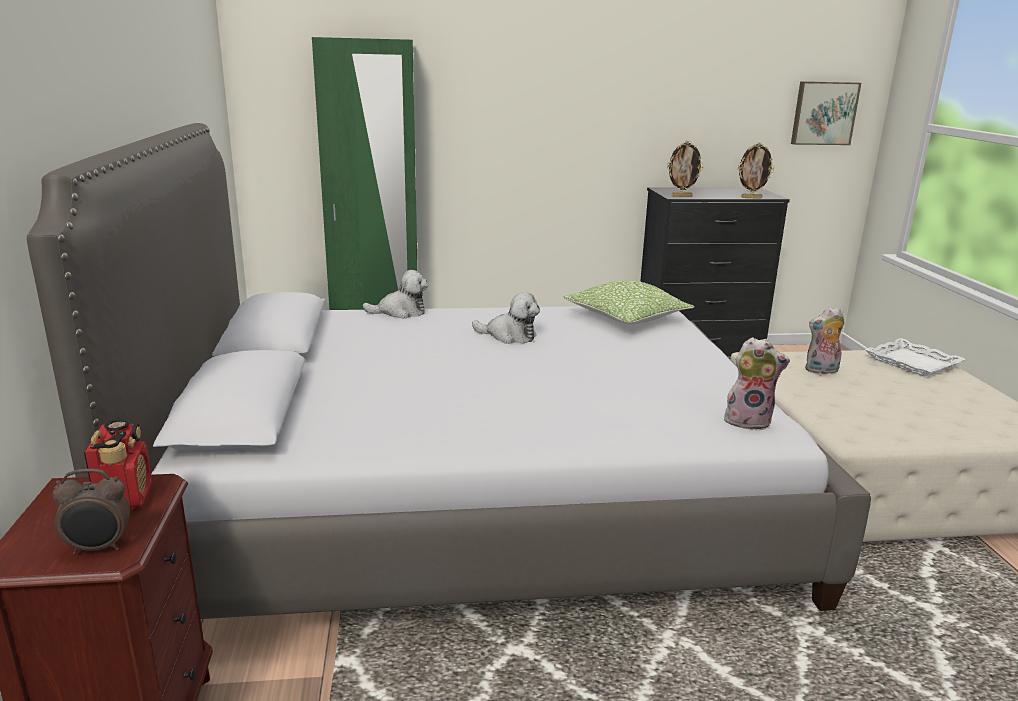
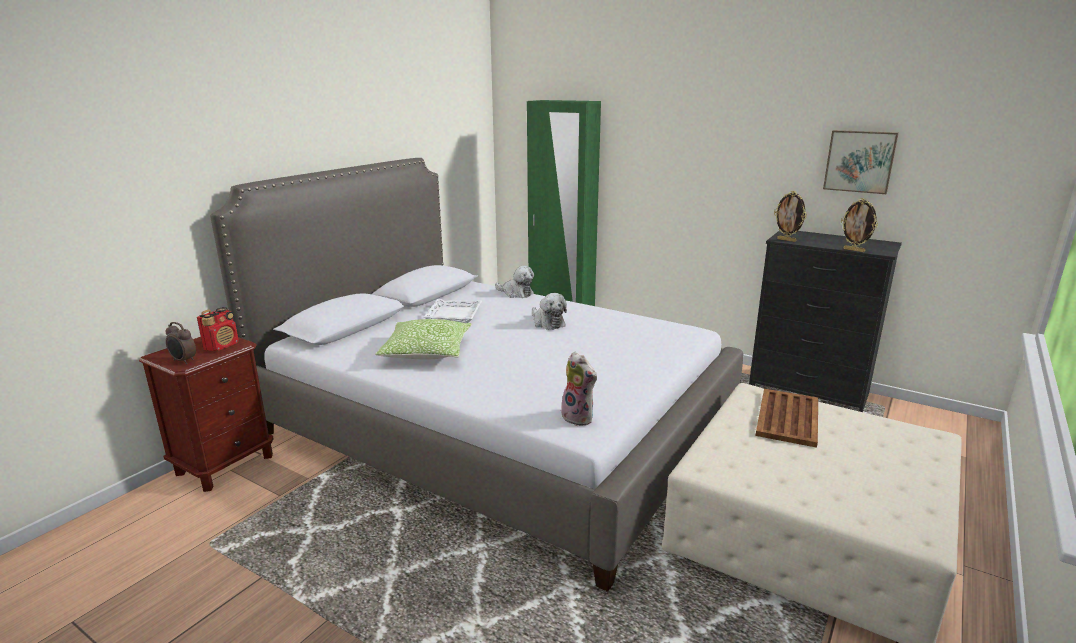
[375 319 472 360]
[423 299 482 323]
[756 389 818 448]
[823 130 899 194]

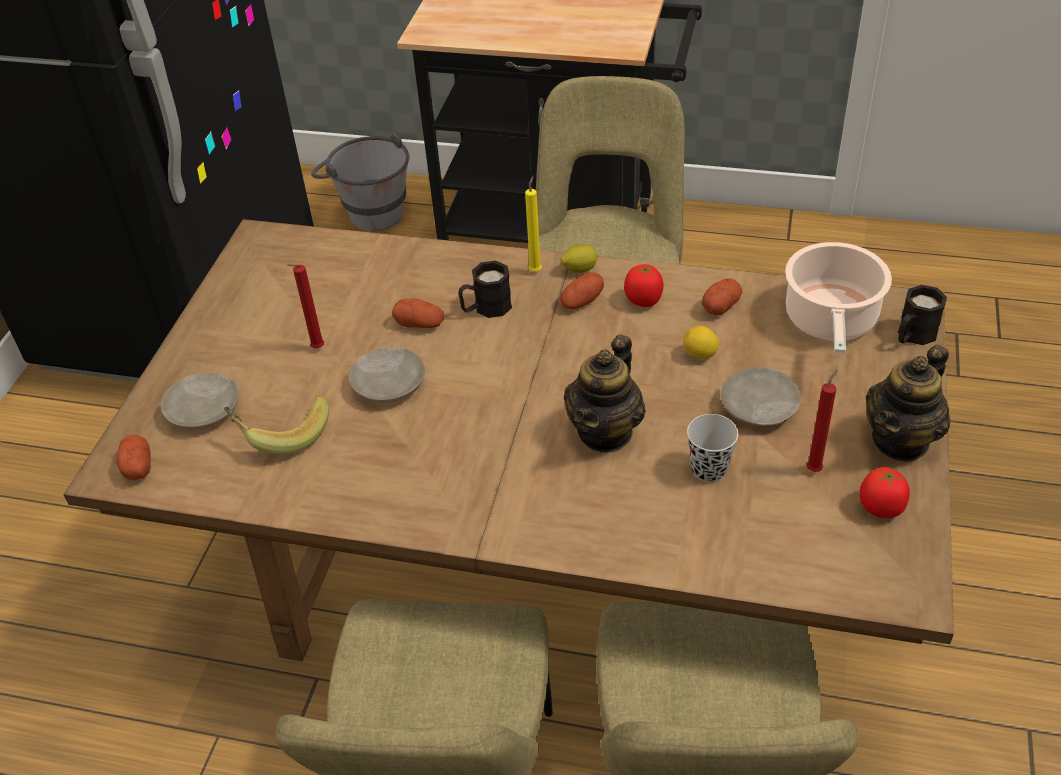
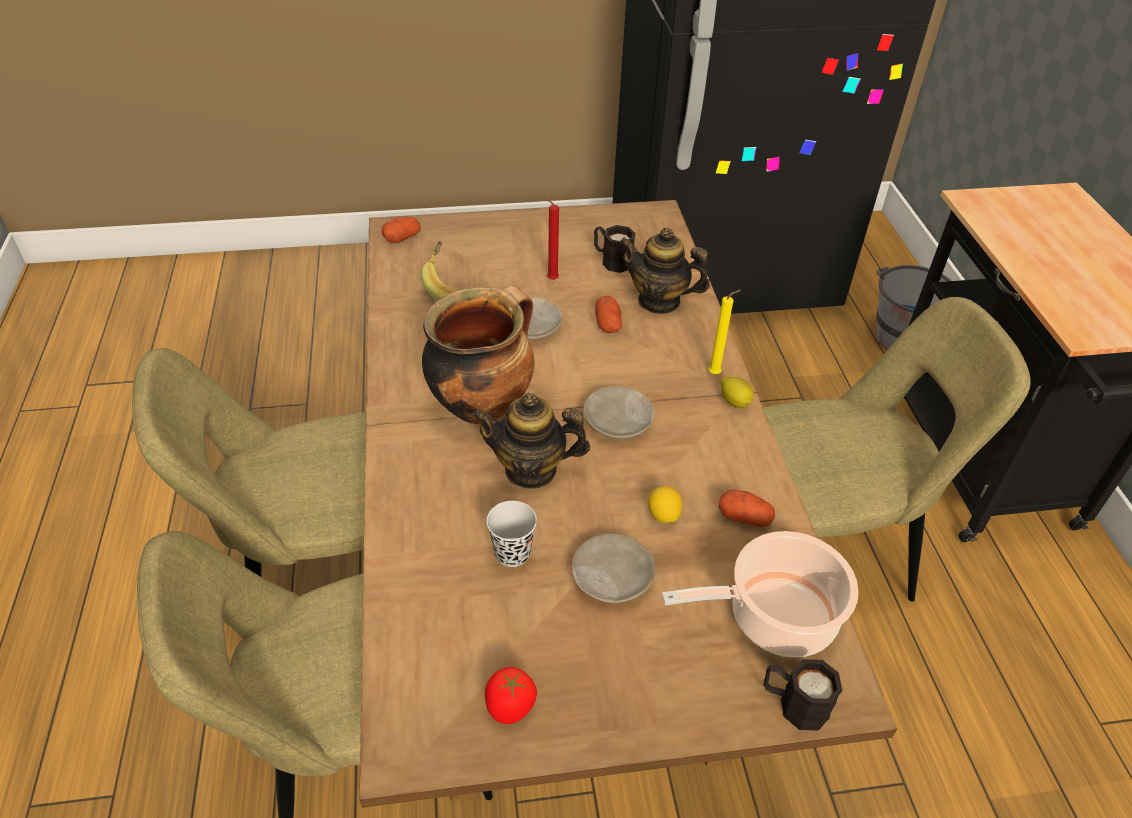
[422 286 534 424]
[583 386 655 439]
[594 225 636 273]
[619 228 710 314]
[559 272 604 309] (first image)
[624 264 664 307] (first image)
[807 369 838 472] (first image)

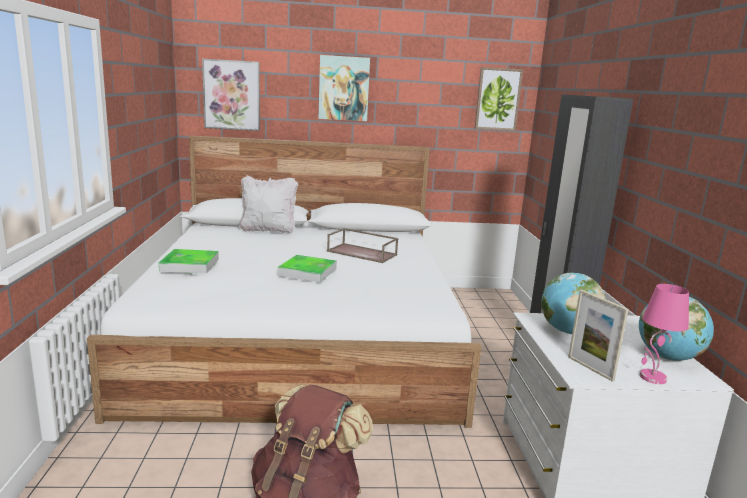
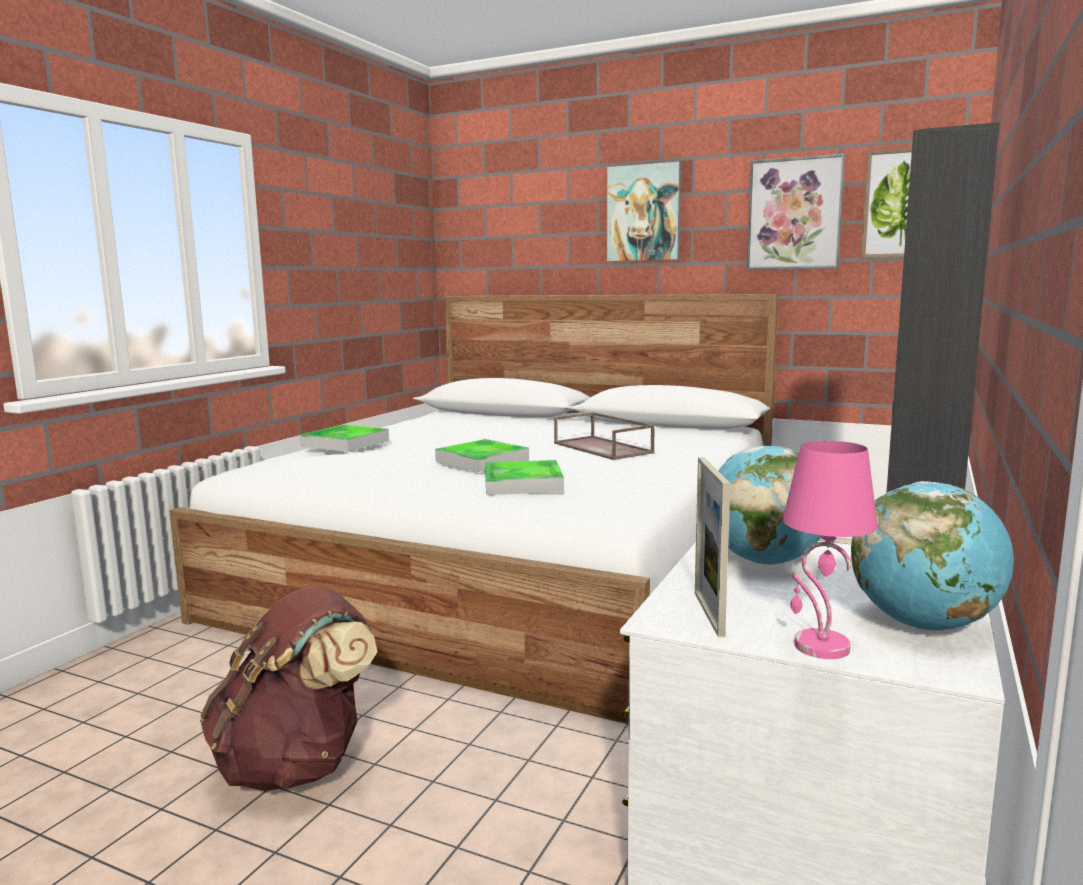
[485 460 564 495]
[747 154 845 270]
[239 175 298 234] (first image)

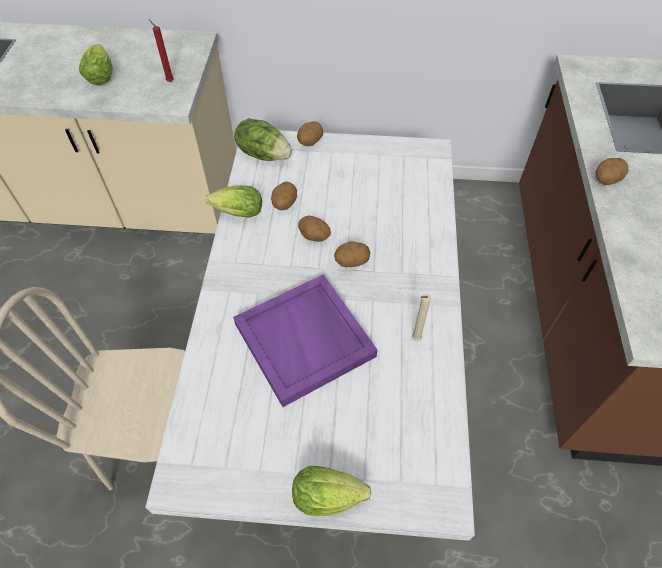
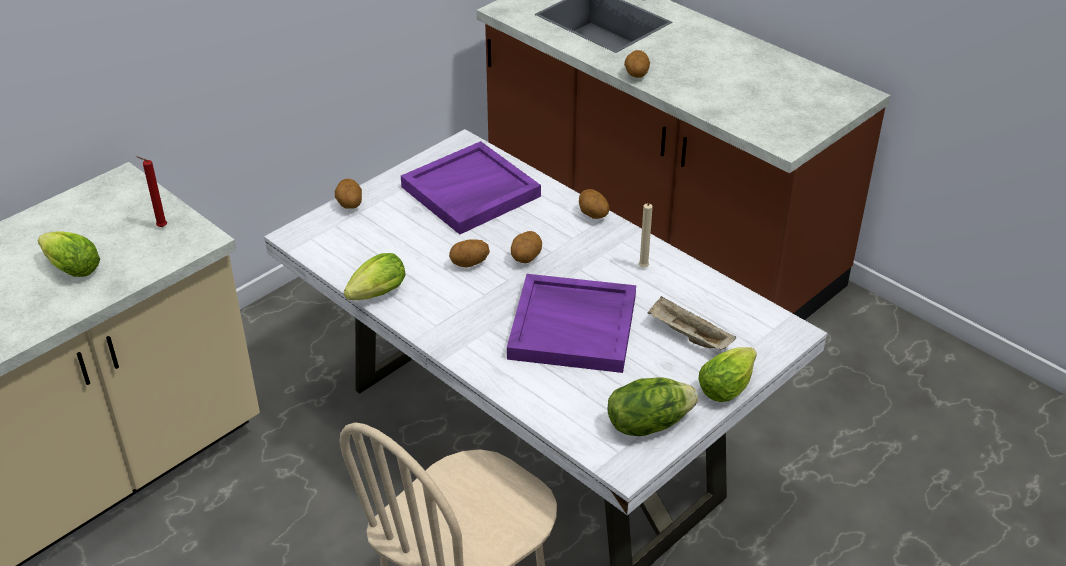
[401 141 541 235]
[579 189 609 219]
[607 378 698 436]
[648 296 736 350]

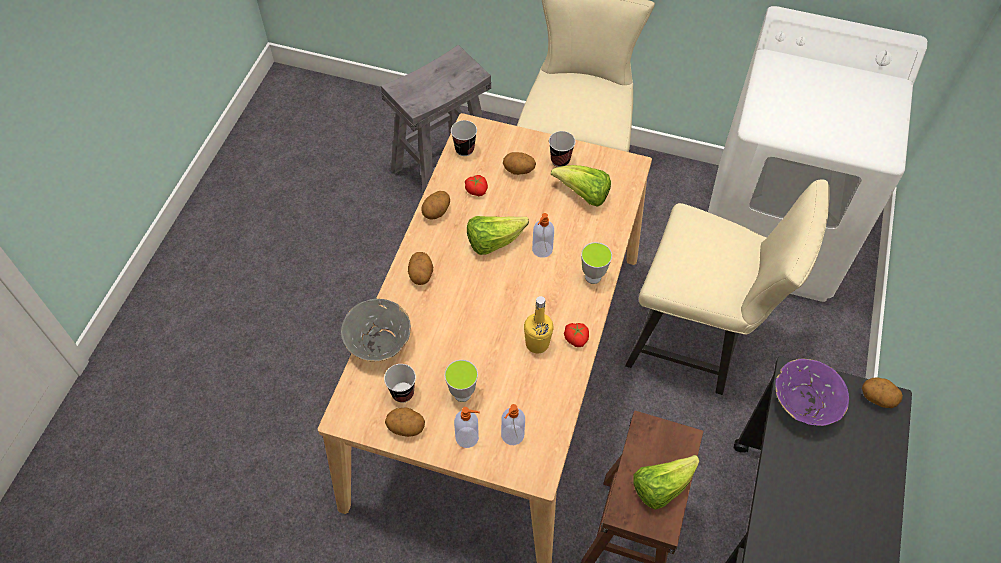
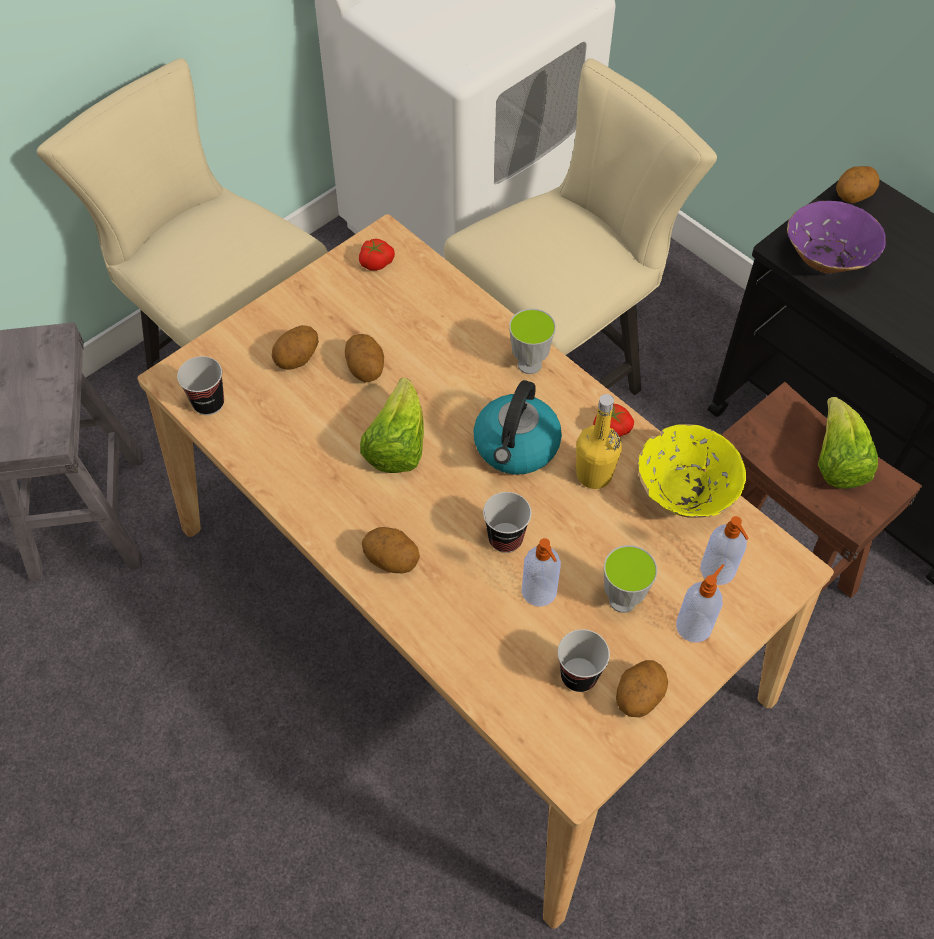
[345 334 384 382]
[359 239 395 271]
[473 380 562 475]
[483 492 531 553]
[521 538 561 607]
[638 424 746 518]
[341 299 411 362] (first image)
[551 165 611 207] (first image)

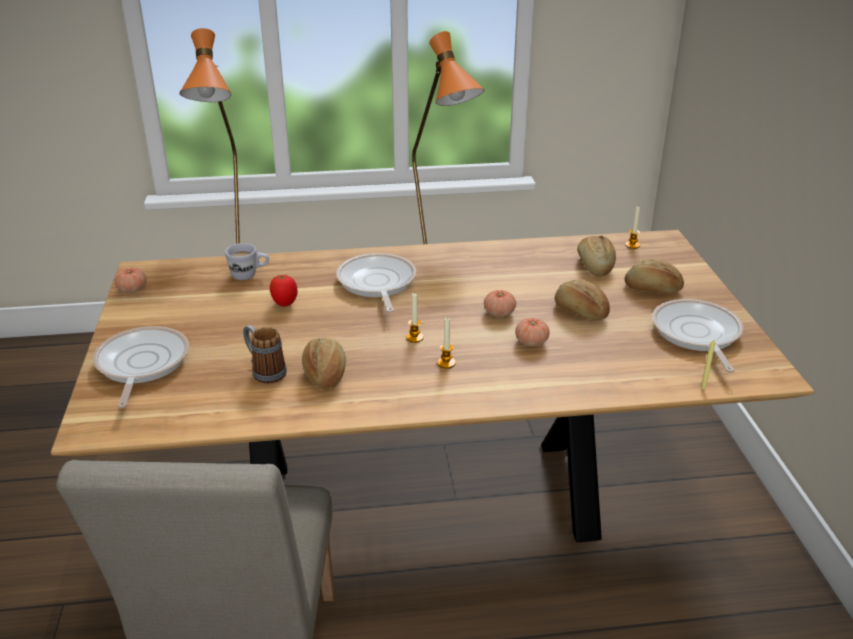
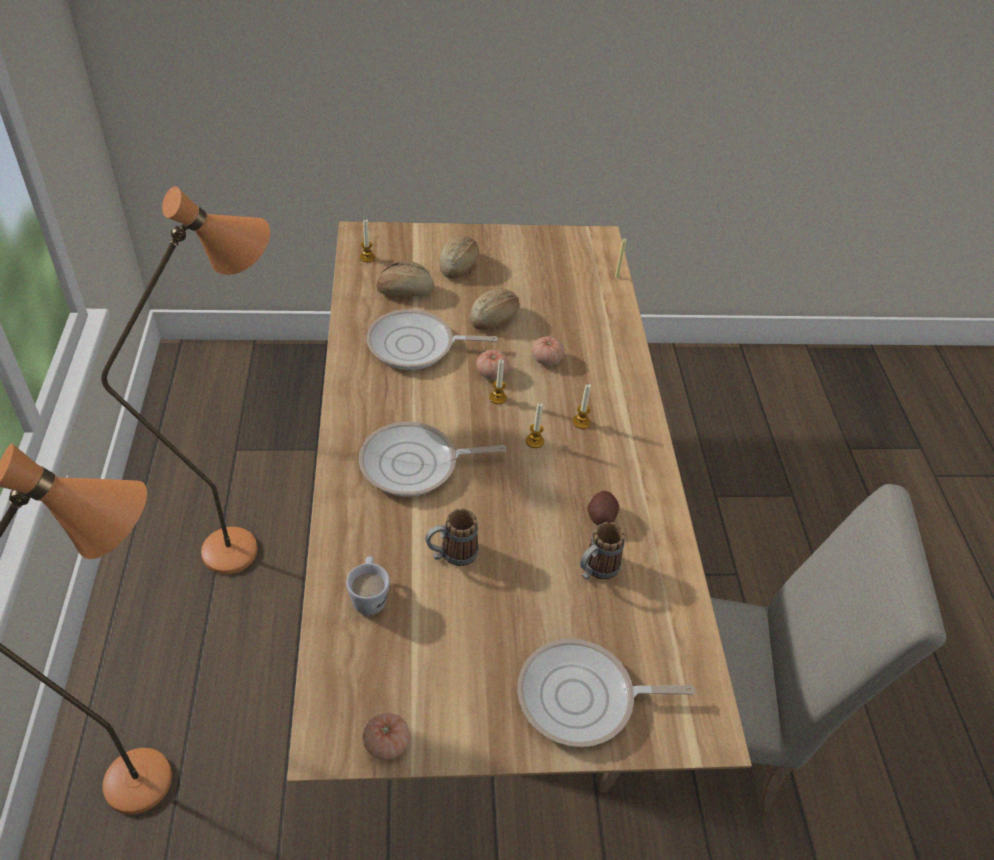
[367 309 498 370]
[425 508 479 566]
[489 359 507 404]
[588 491 619 525]

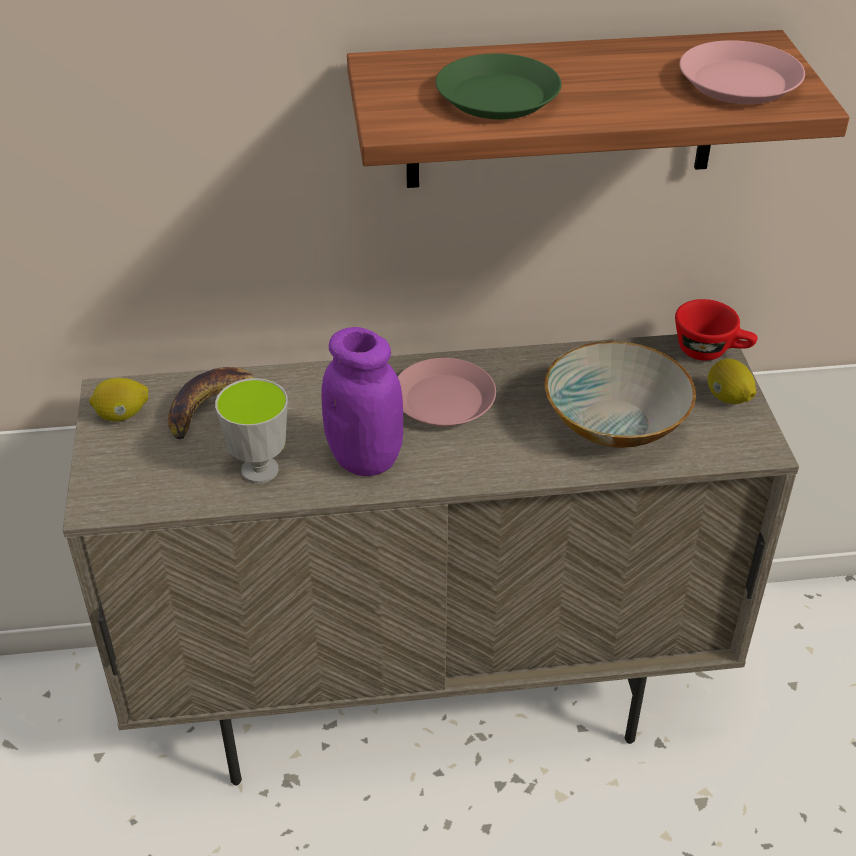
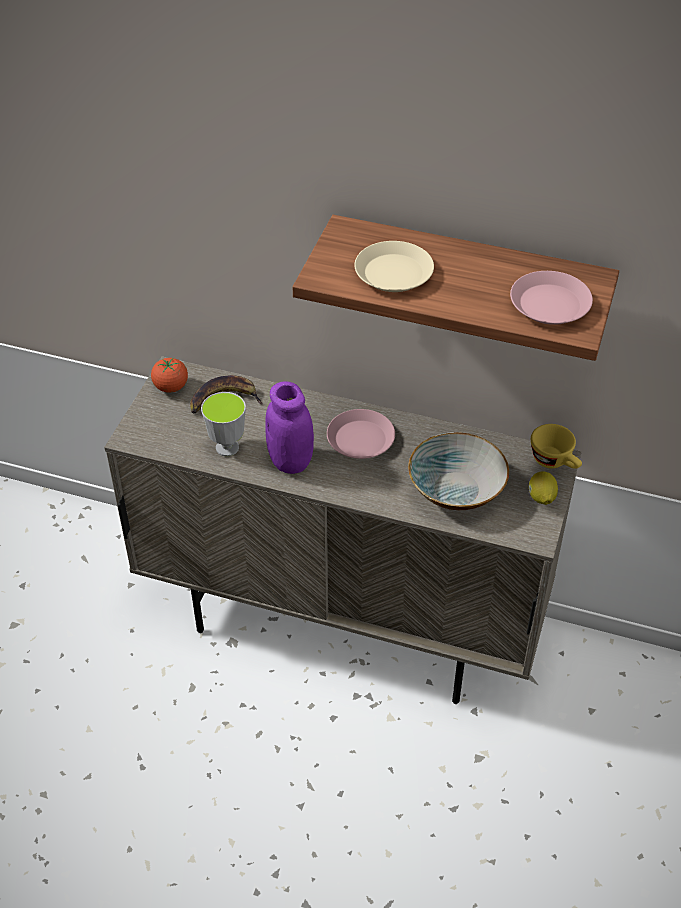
[151 358 188 393]
[354 241 434 292]
[531 424 582 469]

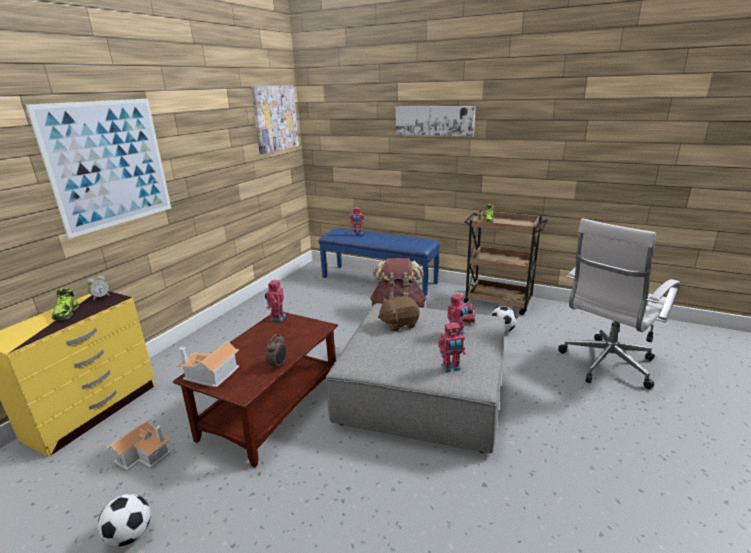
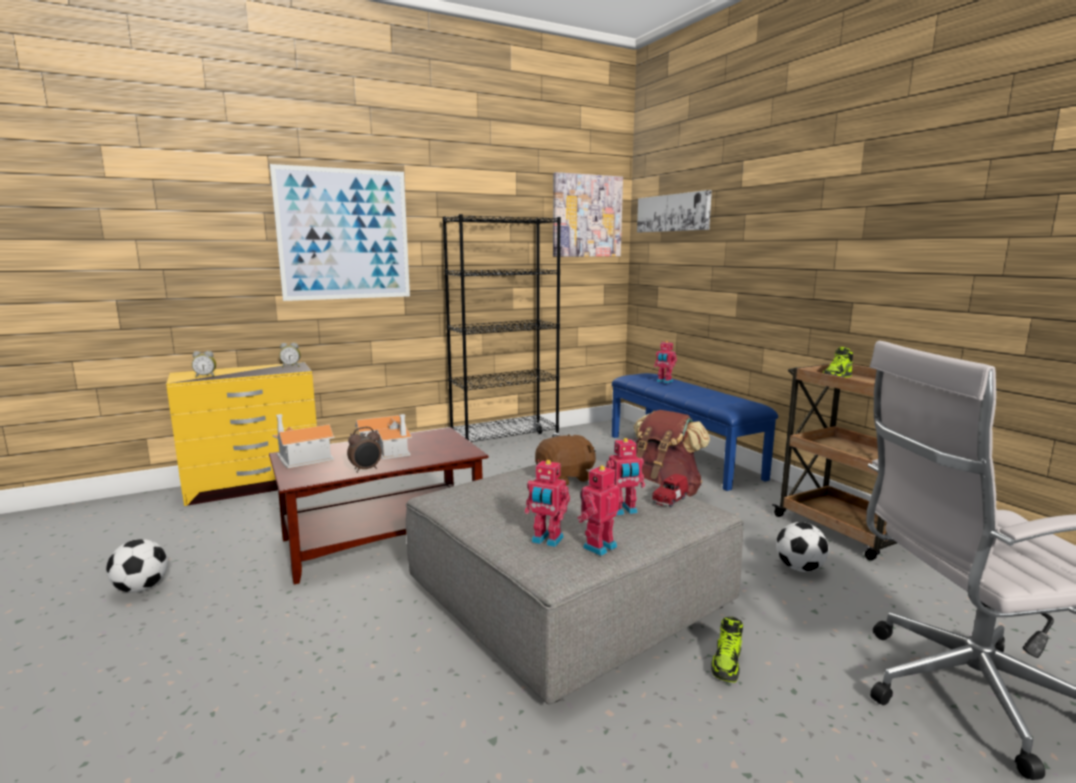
[192 351 216 378]
[355 414 412 459]
[443 214 561 442]
[535 434 596 486]
[577 464 621 556]
[637 190 712 232]
[711 617 743 682]

